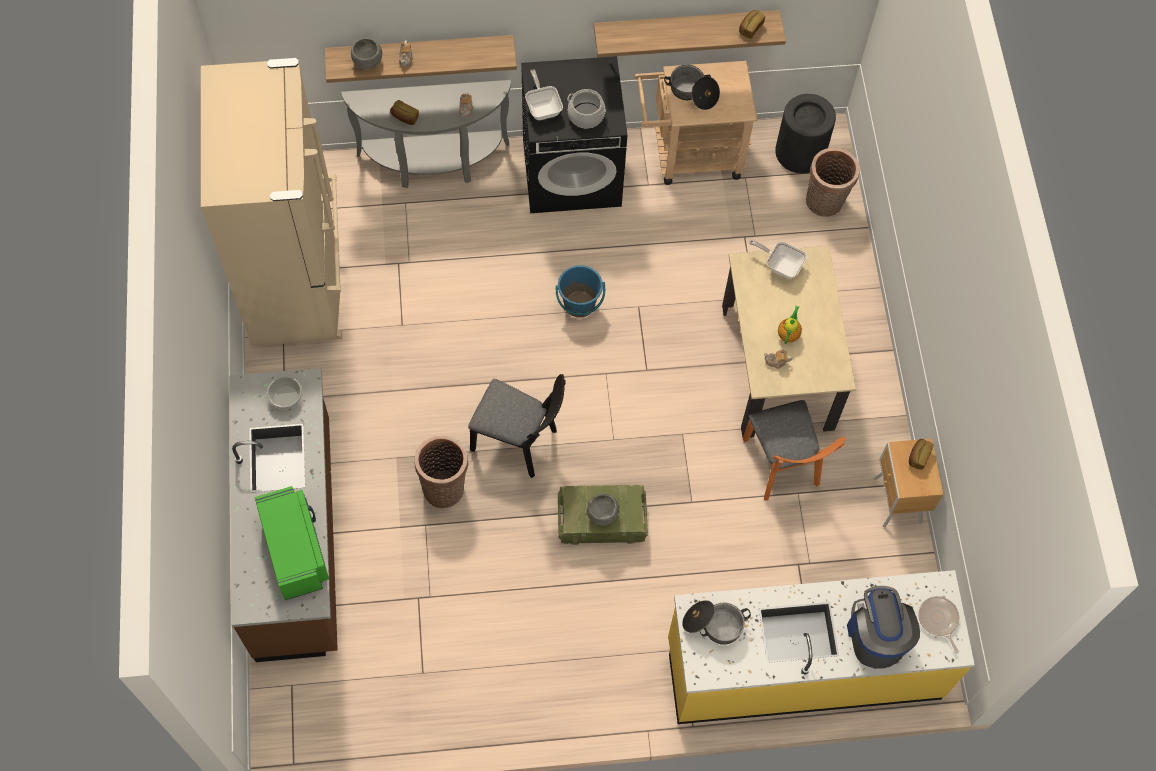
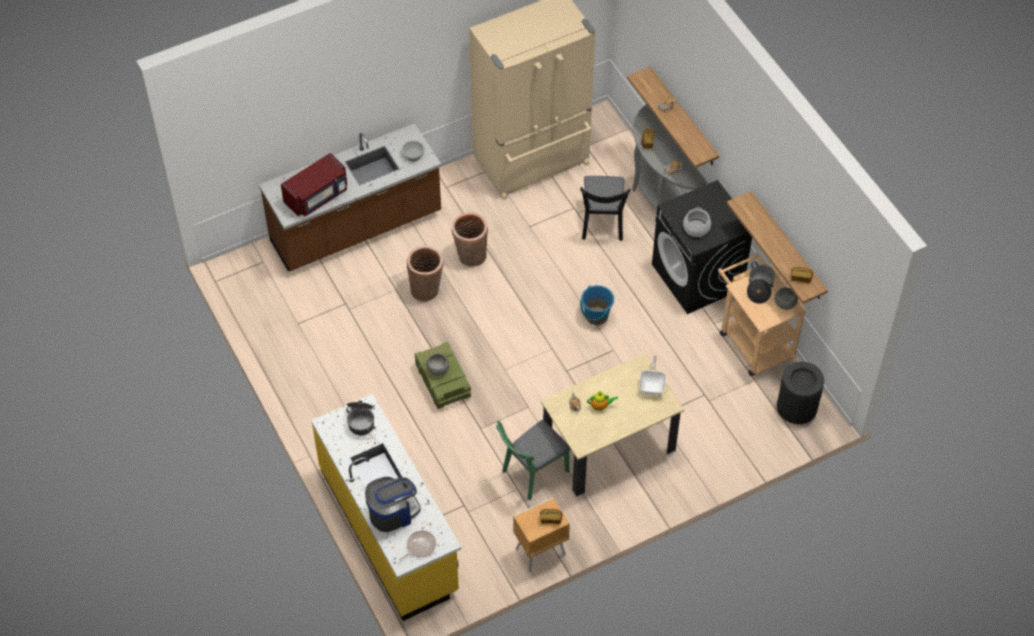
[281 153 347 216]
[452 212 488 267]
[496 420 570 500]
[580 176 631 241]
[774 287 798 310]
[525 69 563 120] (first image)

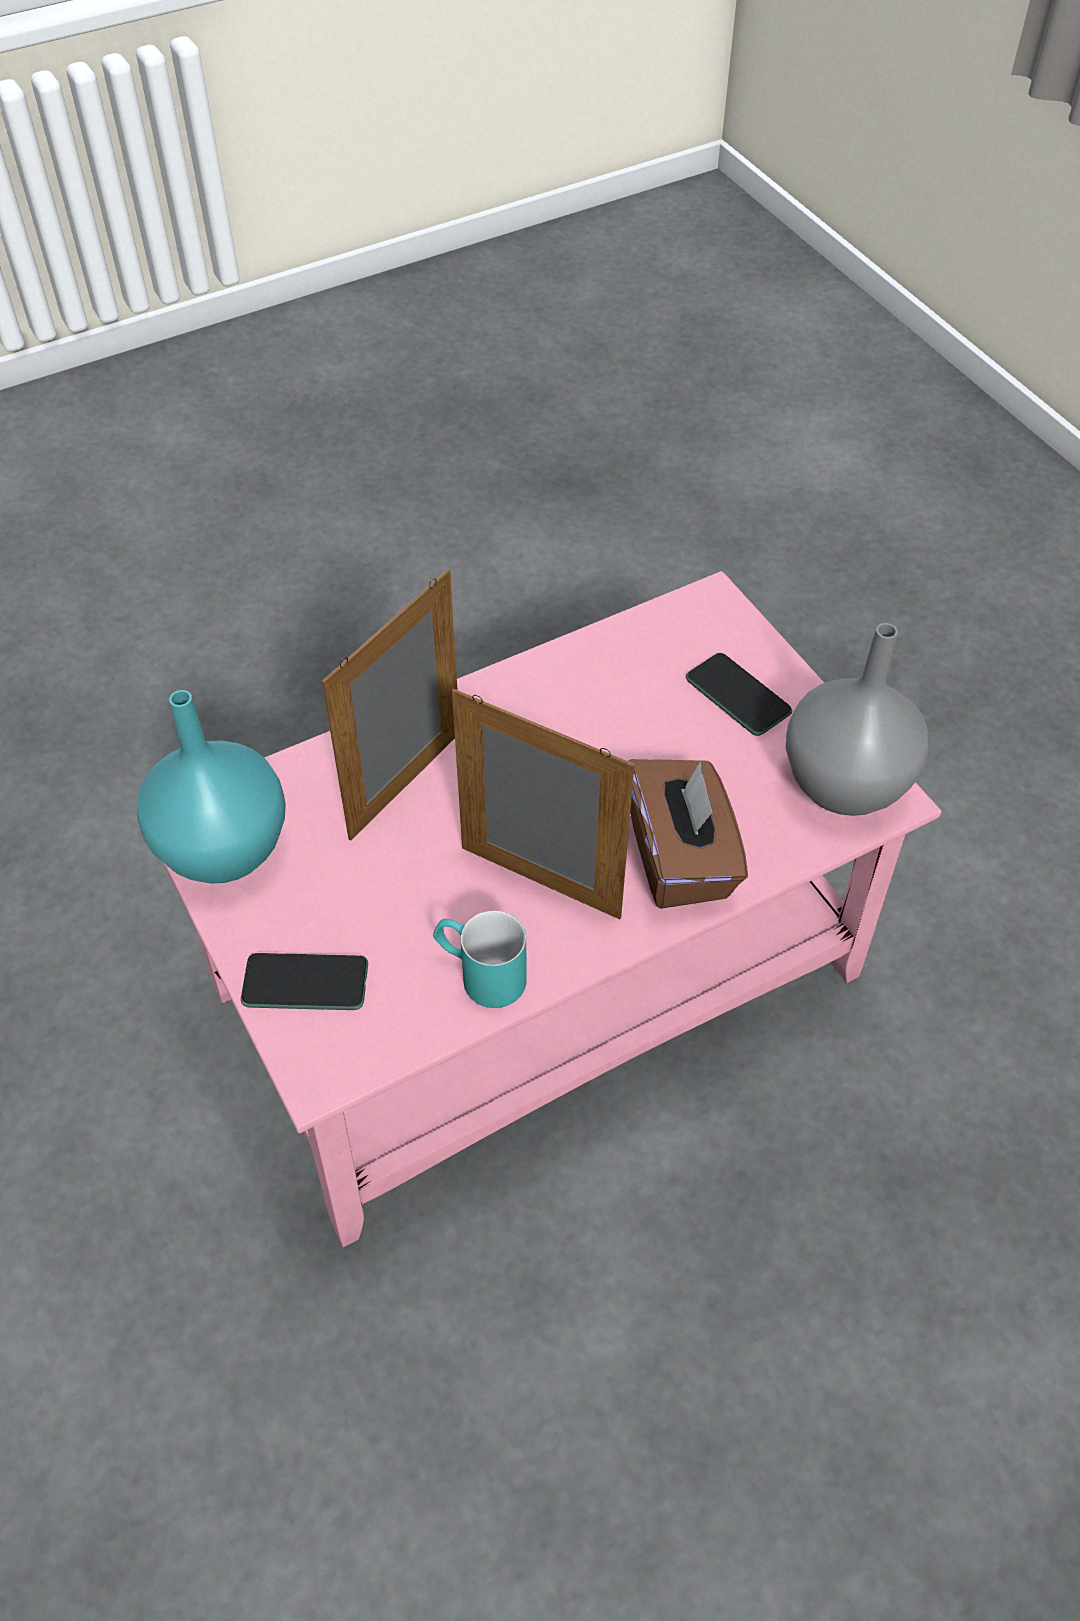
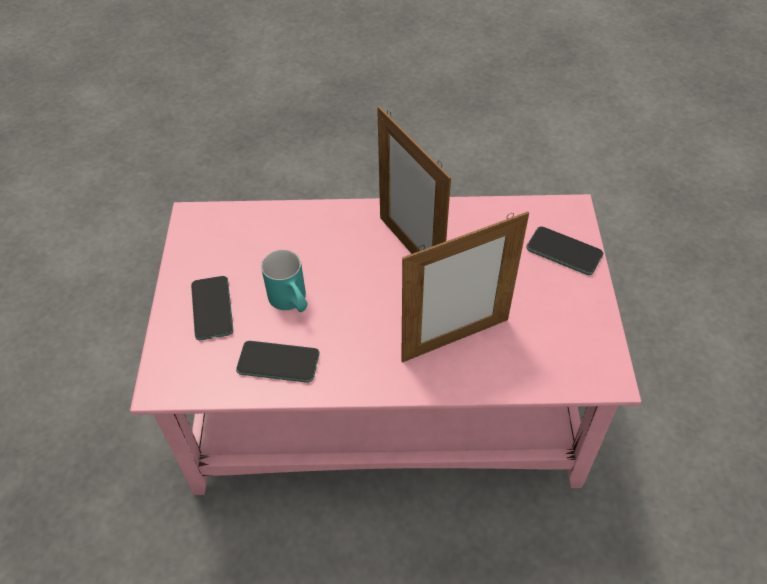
[236 341 320 383]
[261 249 308 312]
[137 690 286 884] (first image)
[629 759 748 909] (first image)
[786 623 928 816] (first image)

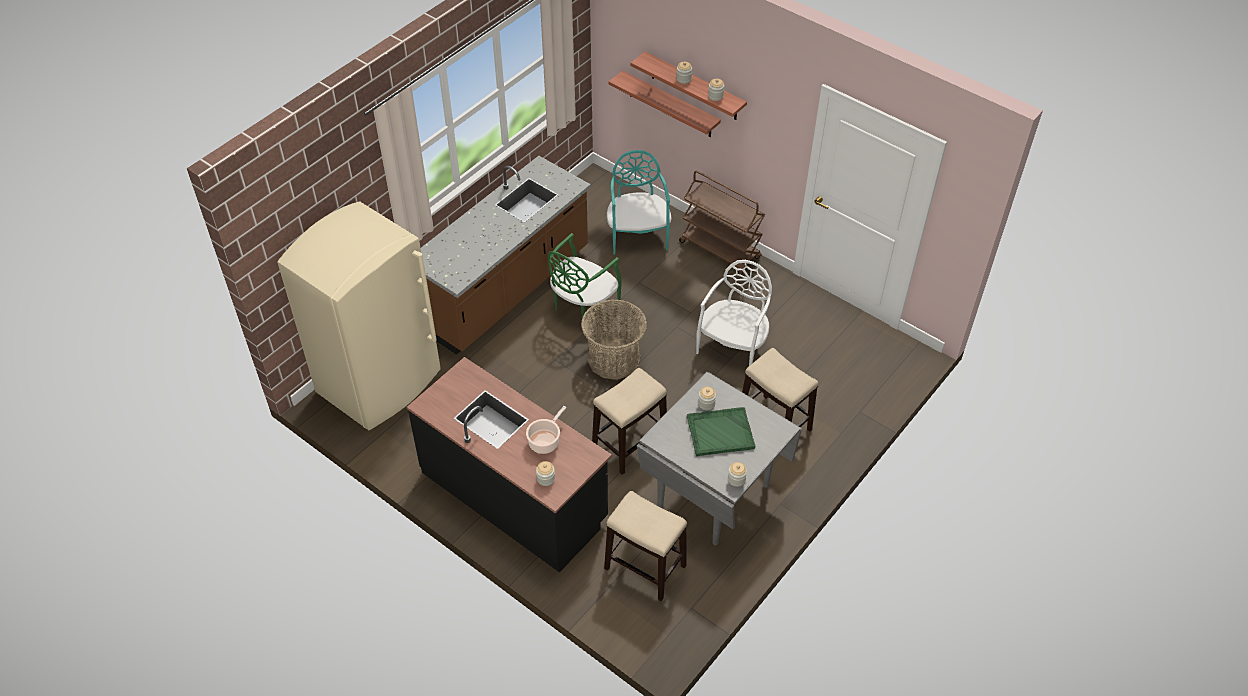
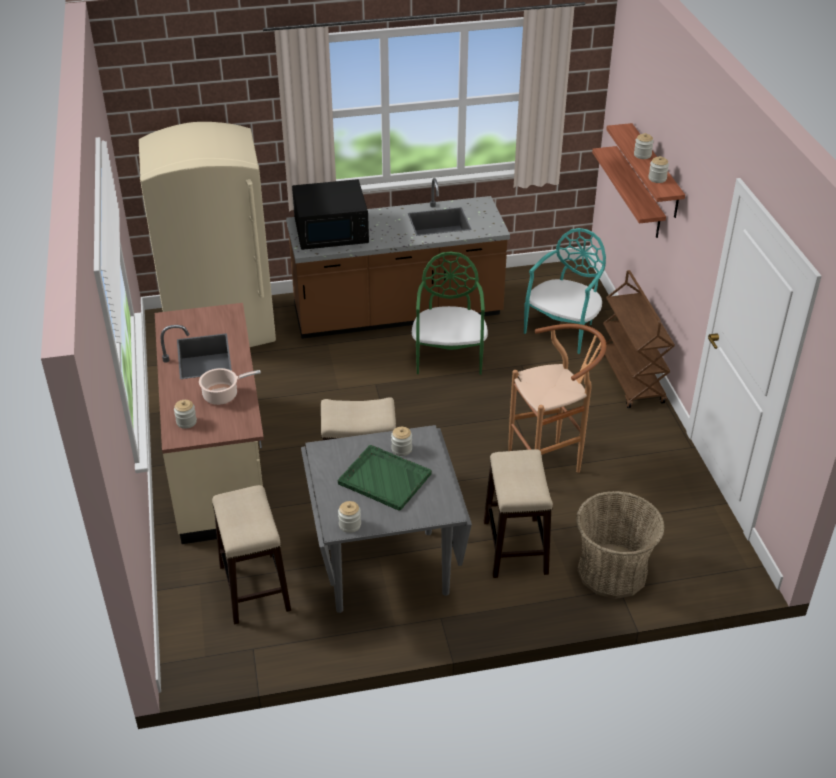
[155 303 264 544]
[292 179 369 250]
[412 252 488 375]
[508 324 606 473]
[576 491 665 599]

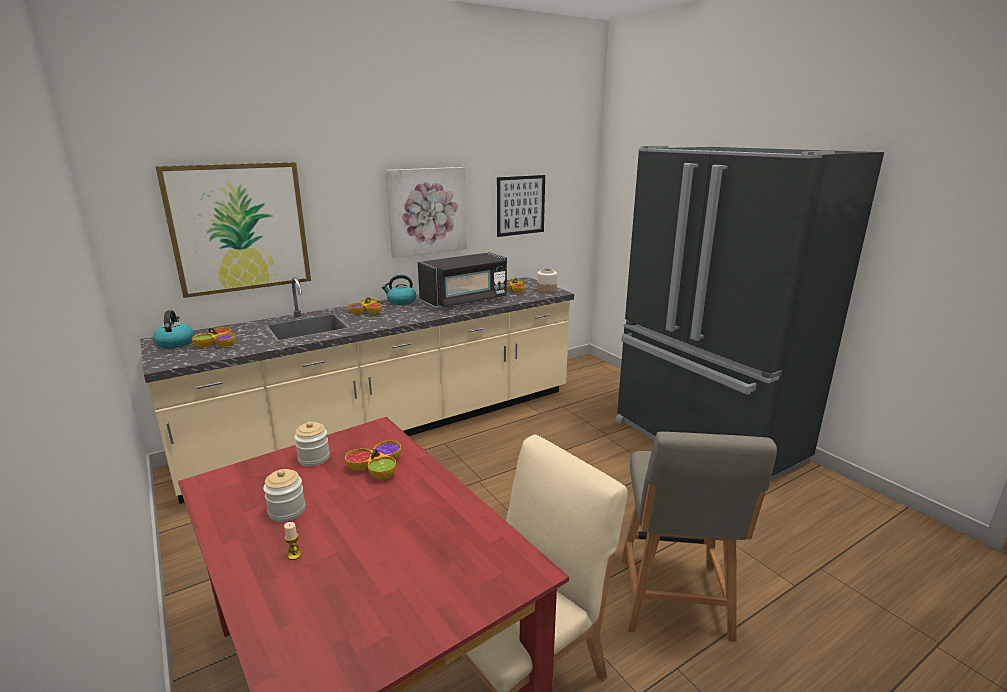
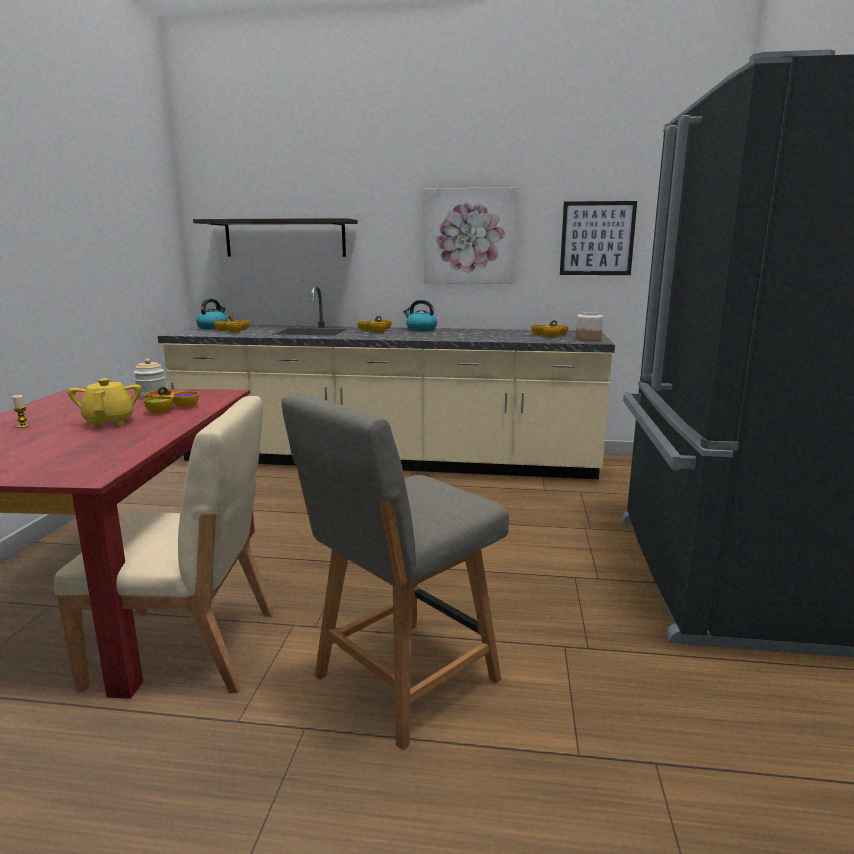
[68 378 142 427]
[193 218 358 257]
[263 469 305 522] (first image)
[418 252 507 308] (first image)

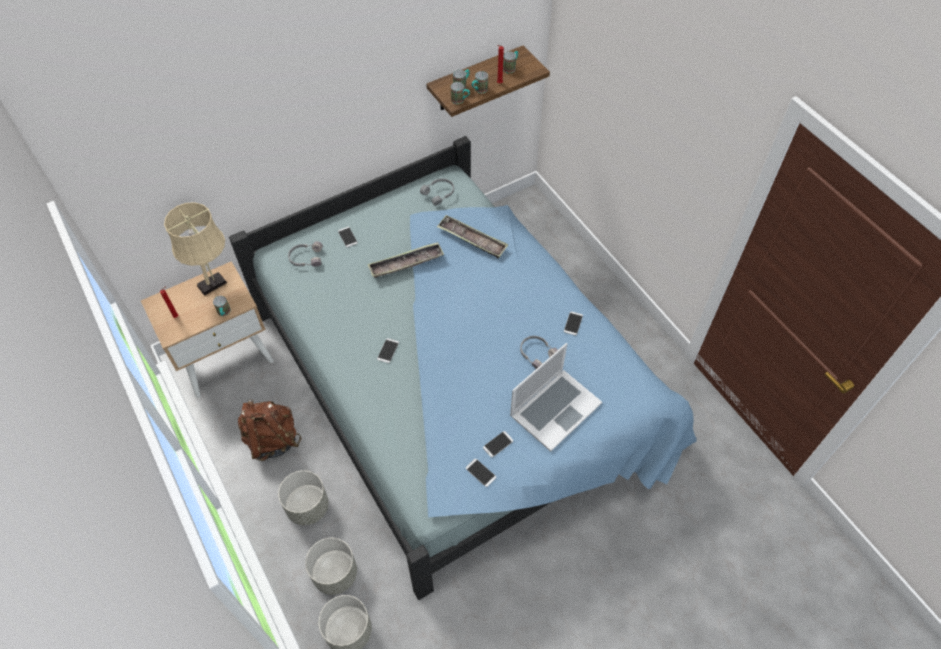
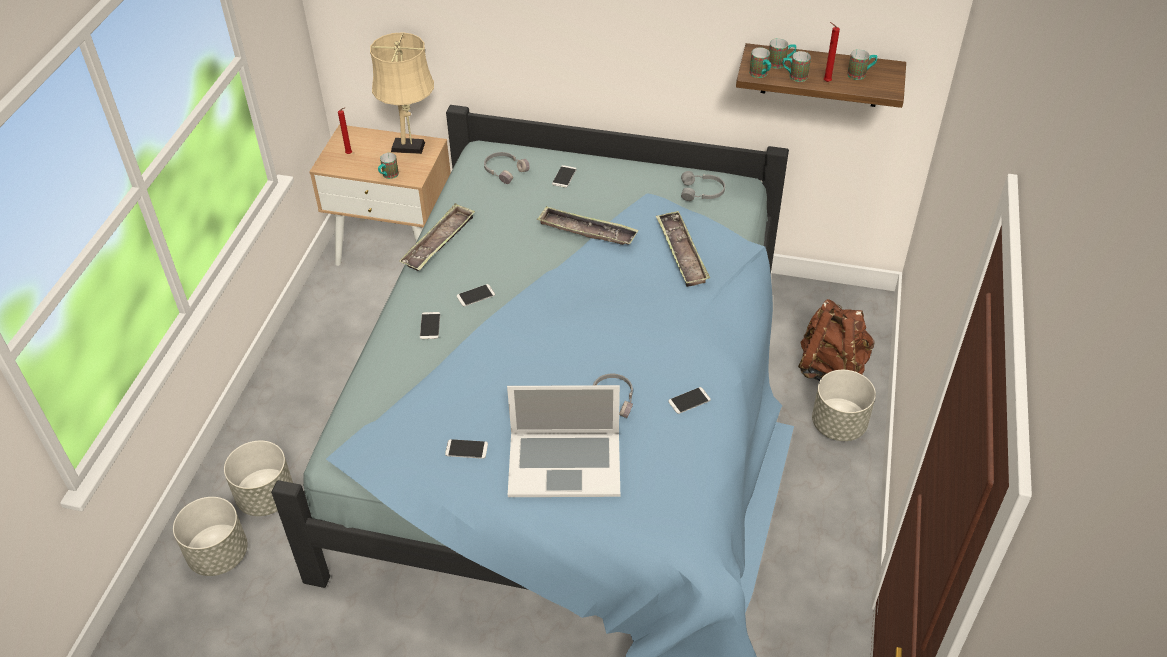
[399 203 475 271]
[420 312 440 339]
[798 299 875 381]
[812 370 876 441]

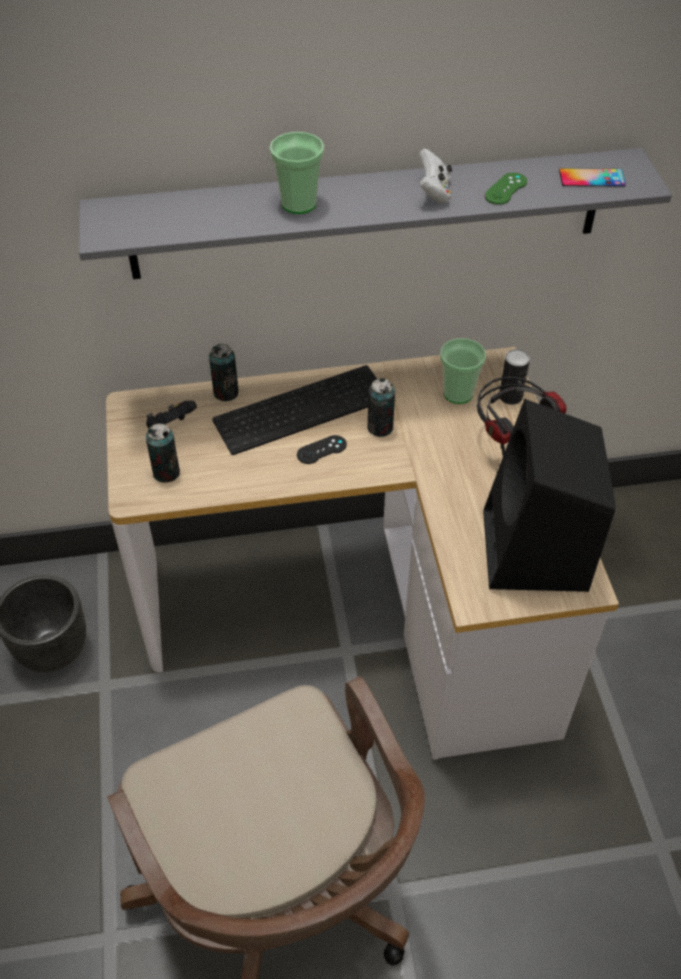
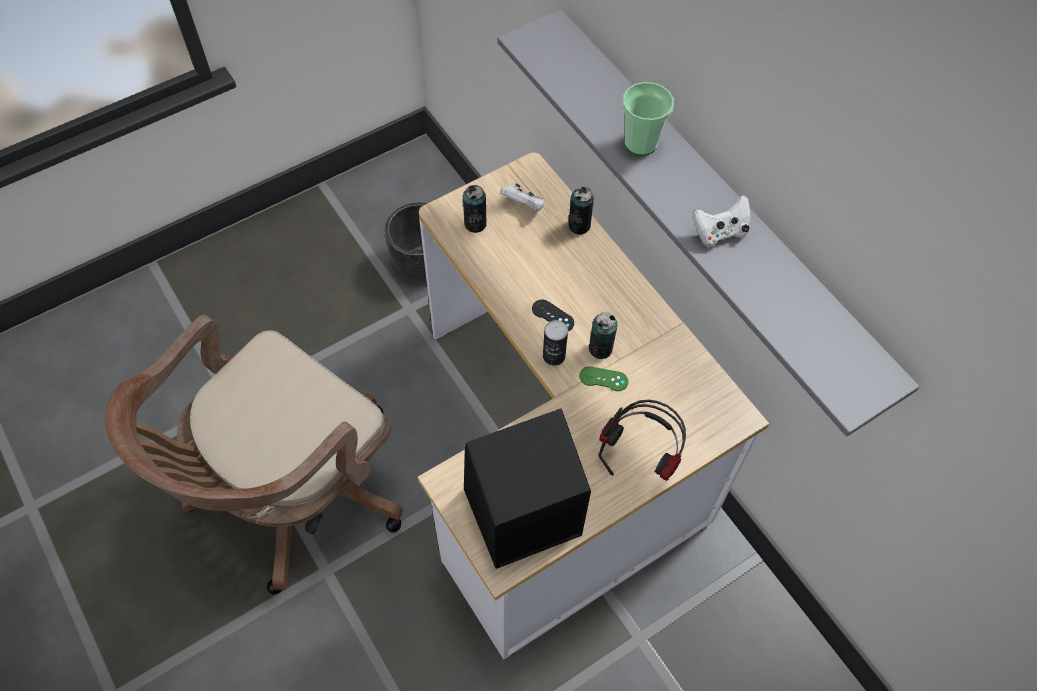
[500 183 544 210]
[543 320 568 366]
[579 366 628 391]
[212 365 377 455] (first image)
[440 338 486 404] (first image)
[559 168 626 187] (first image)

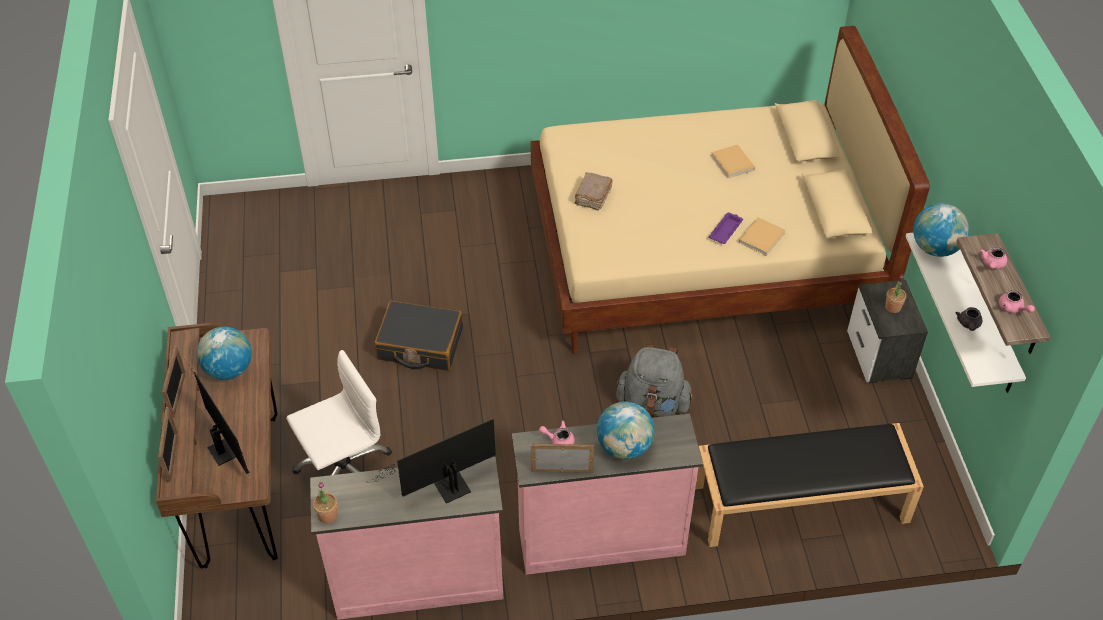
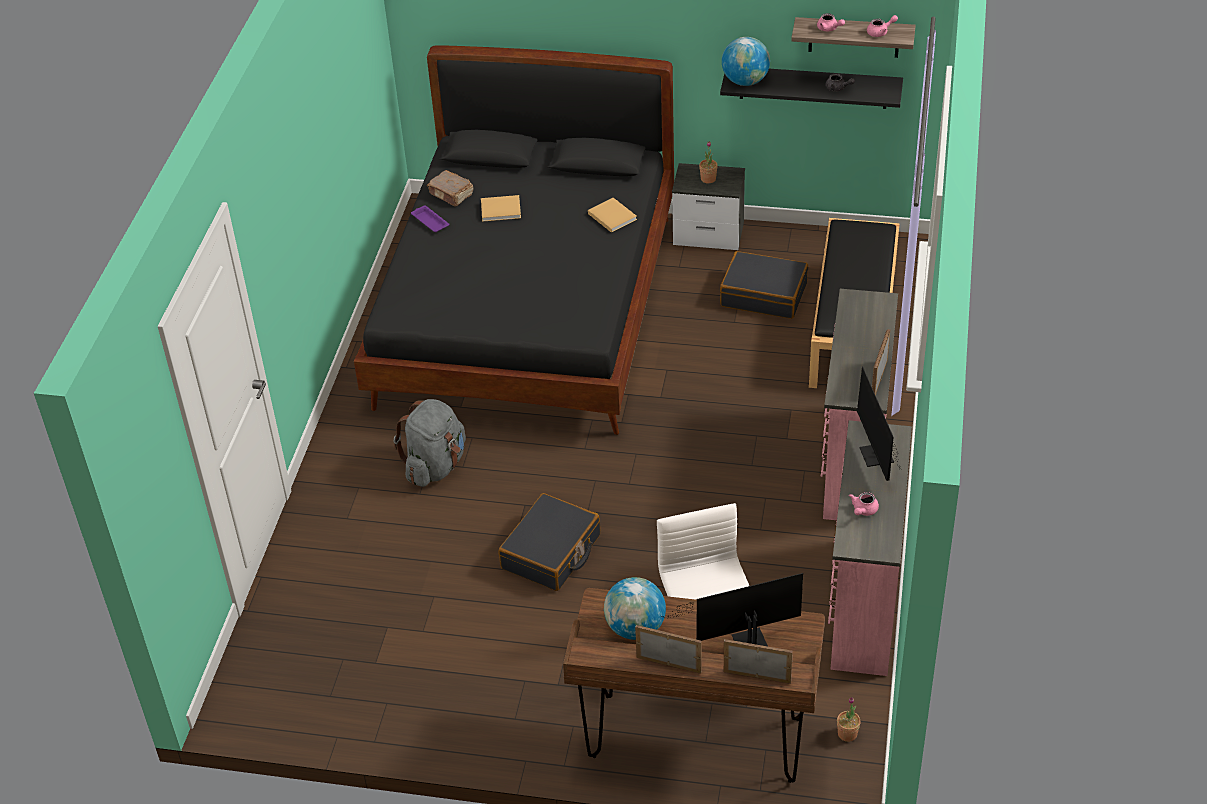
[354 45 674 435]
[393 399 466 487]
[411 206 449 232]
[427 170 473 206]
[720 69 903 109]
[720 251 808 319]
[837 697 861 742]
[849 492 879 516]
[597 401 655 459] (first image)

